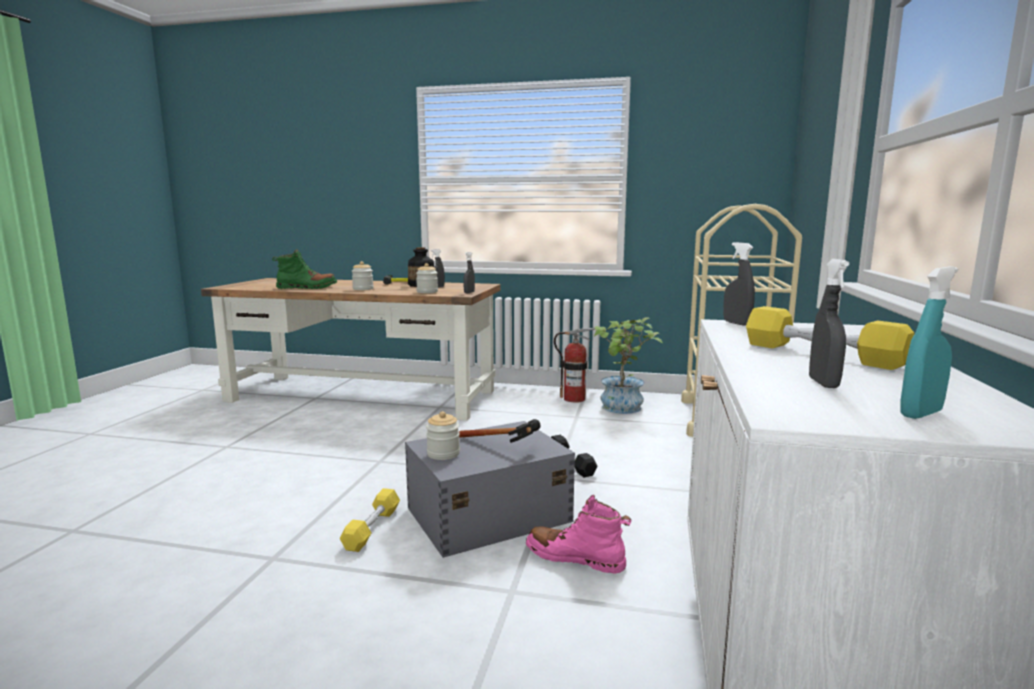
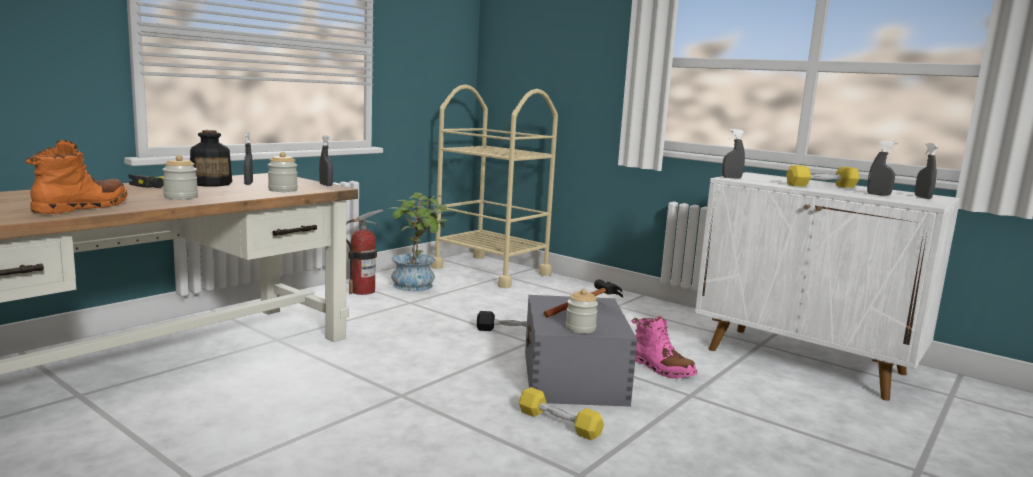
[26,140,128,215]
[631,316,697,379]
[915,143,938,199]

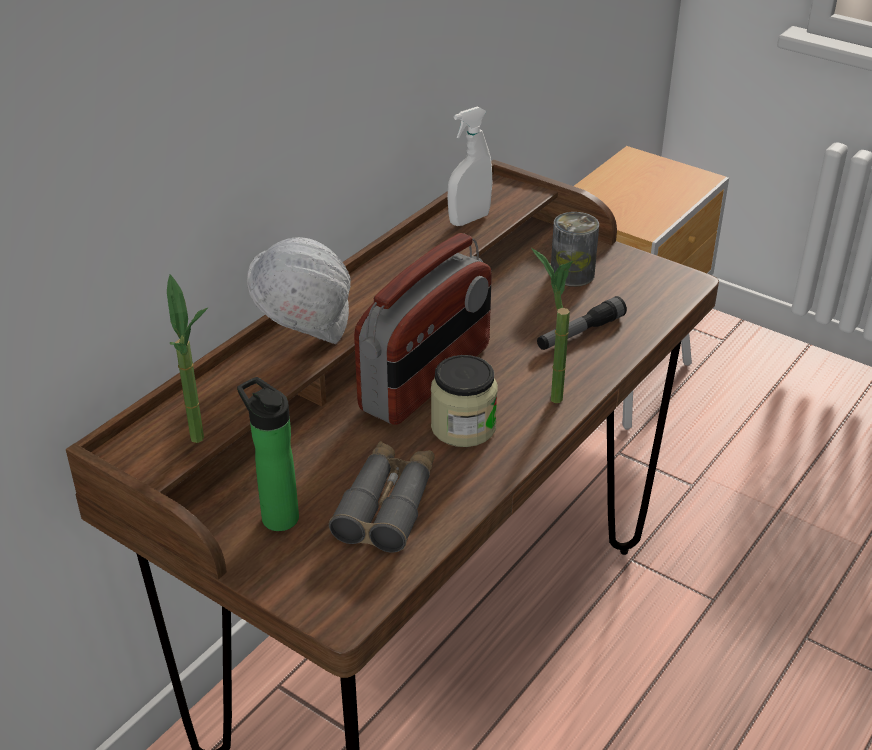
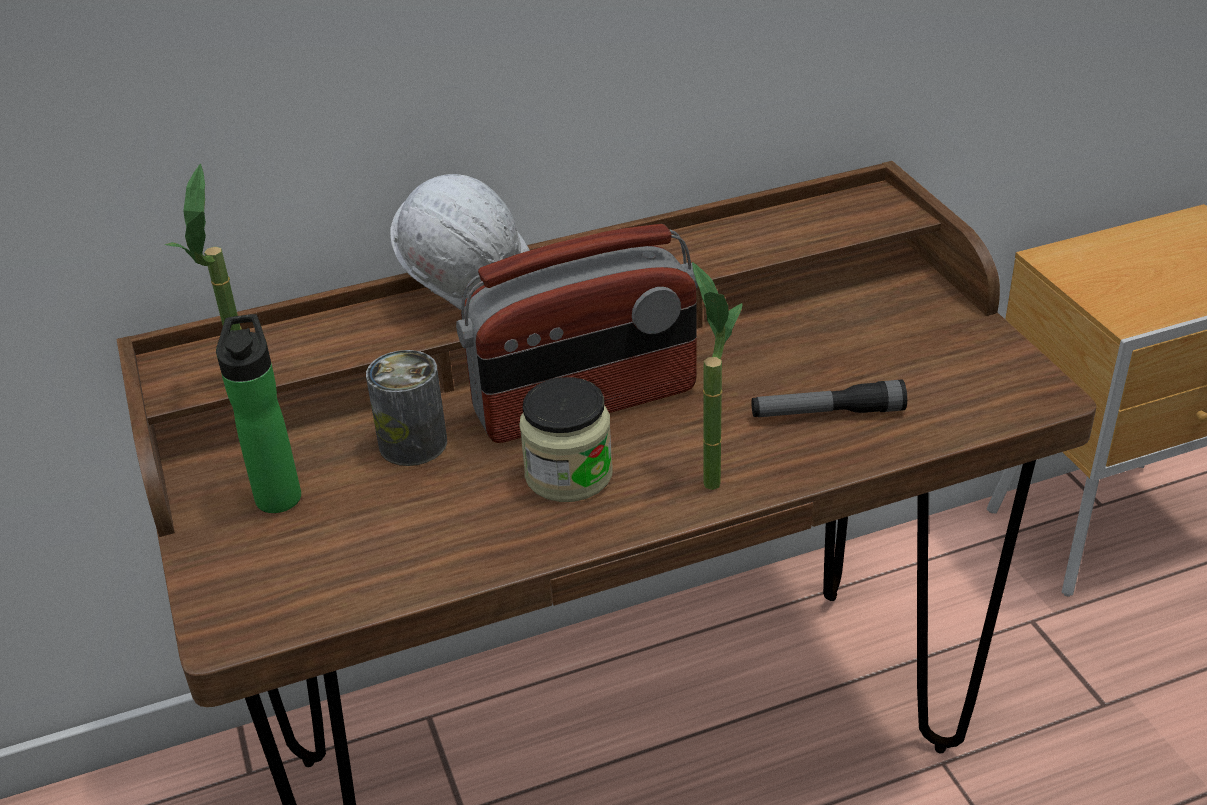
[366,350,447,466]
[329,441,435,553] (first image)
[447,106,492,226] (first image)

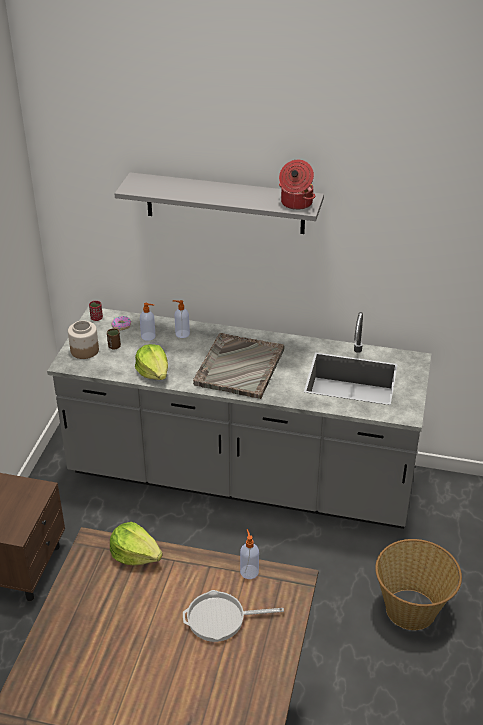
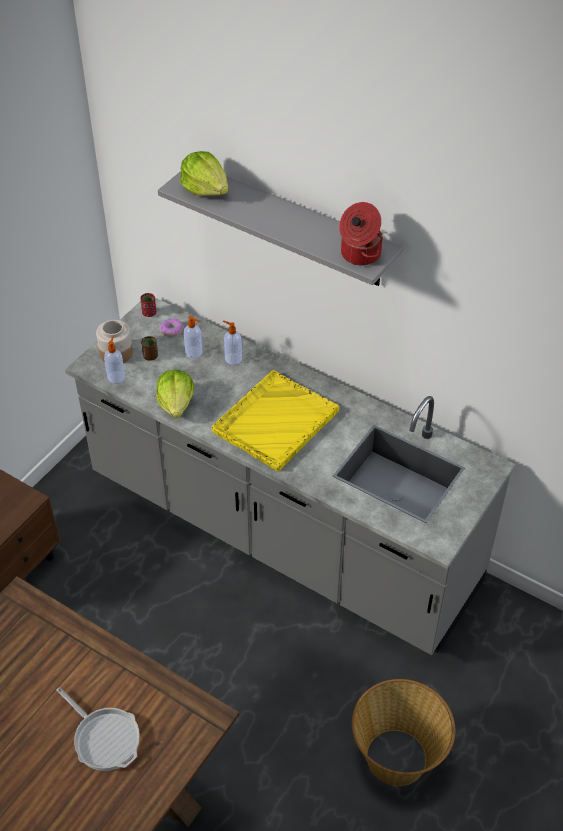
[56,687,140,771]
[104,335,125,383]
[180,151,228,196]
[212,370,339,472]

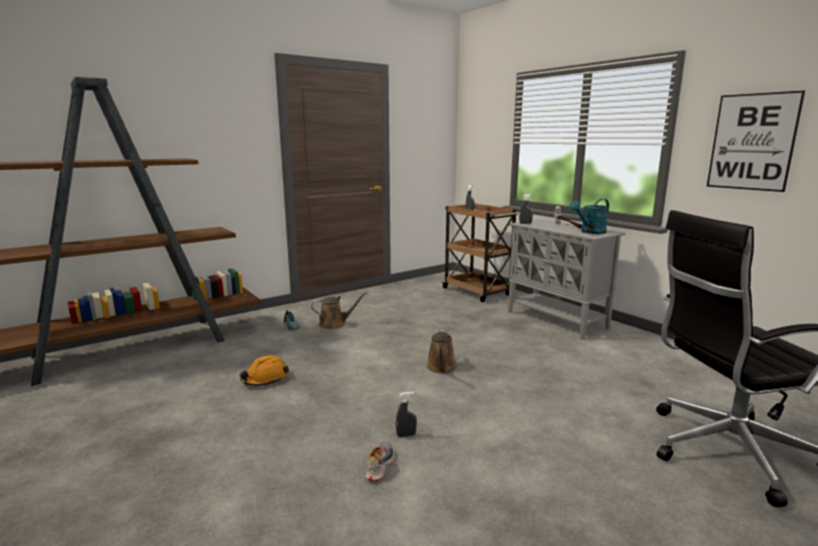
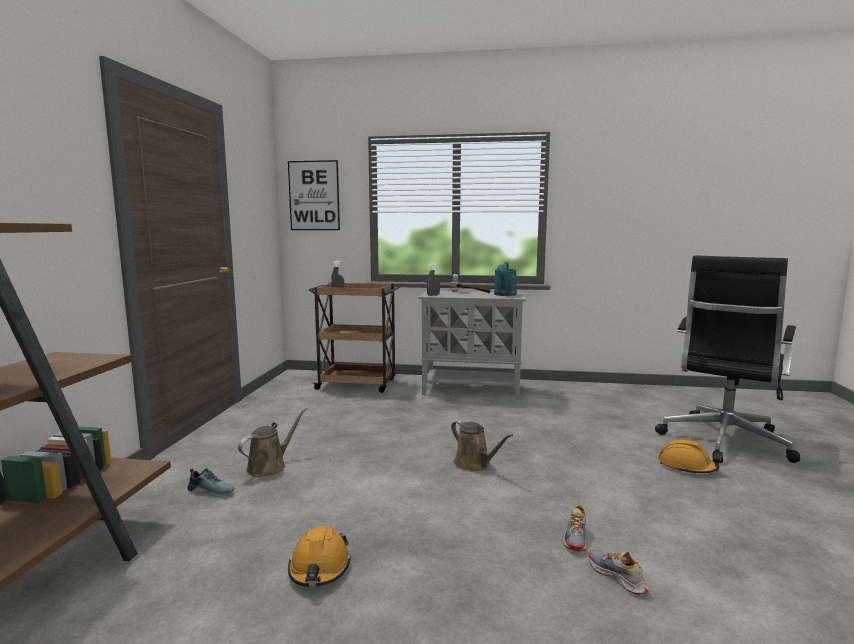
[288,160,340,230]
[563,505,587,551]
[658,440,722,473]

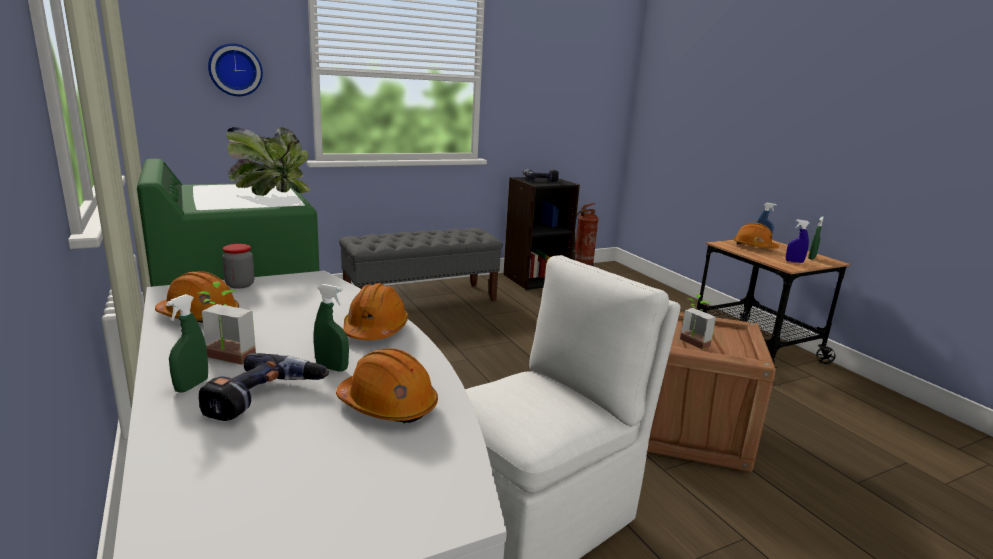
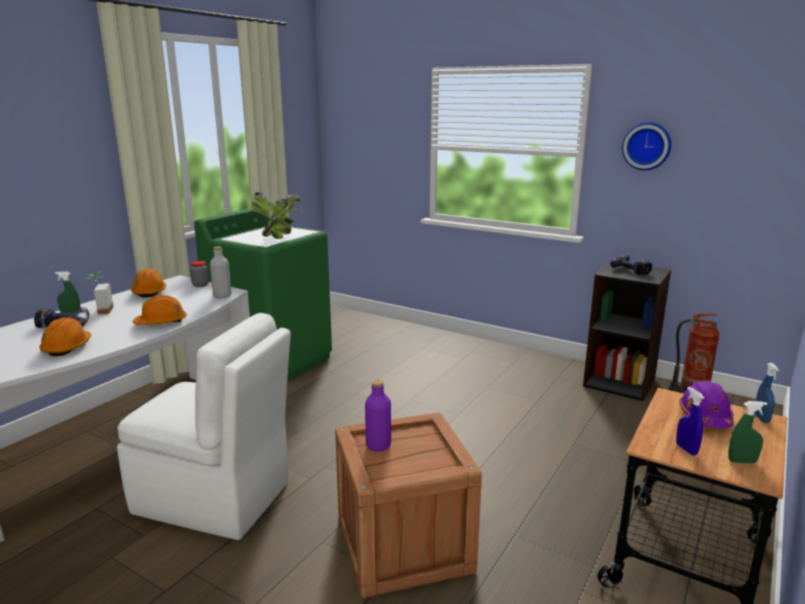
[210,246,232,298]
[365,380,391,452]
[622,122,671,170]
[679,381,734,428]
[314,284,349,371] (first image)
[339,228,503,302] (first image)

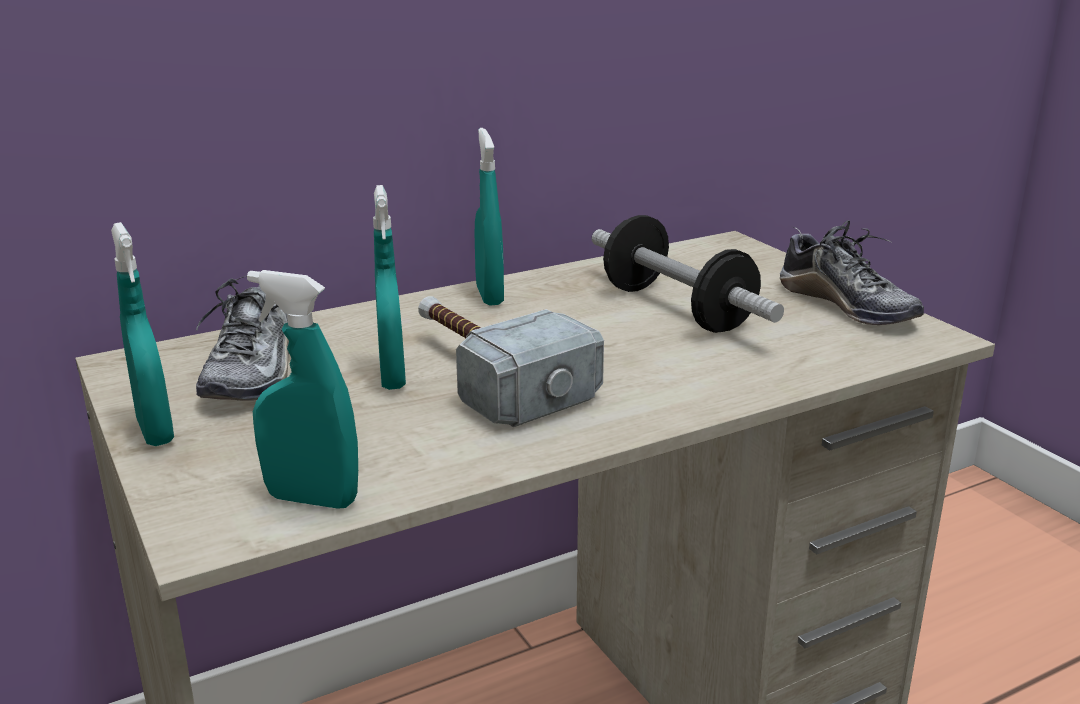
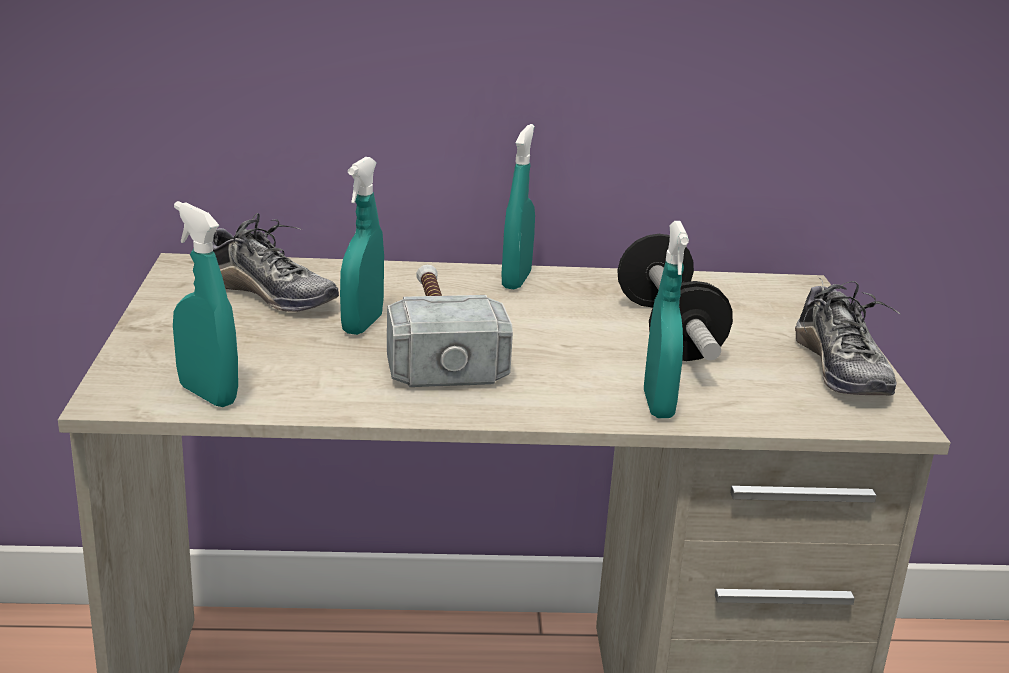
[212,213,339,312]
[644,221,689,418]

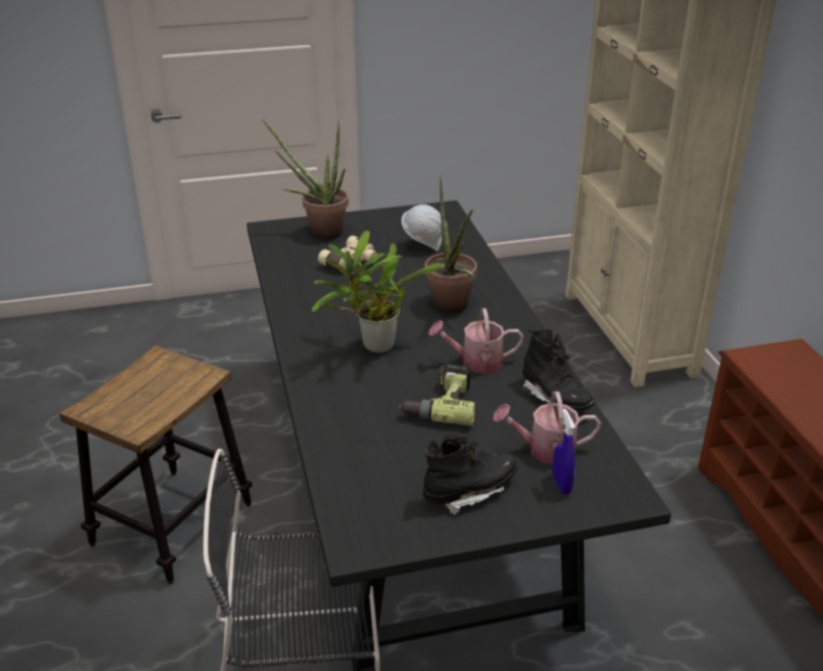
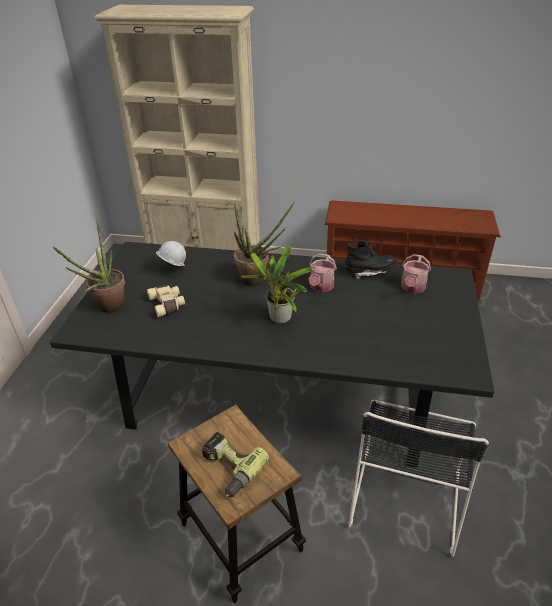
[202,432,269,497]
[423,435,518,515] (first image)
[552,409,575,495] (first image)

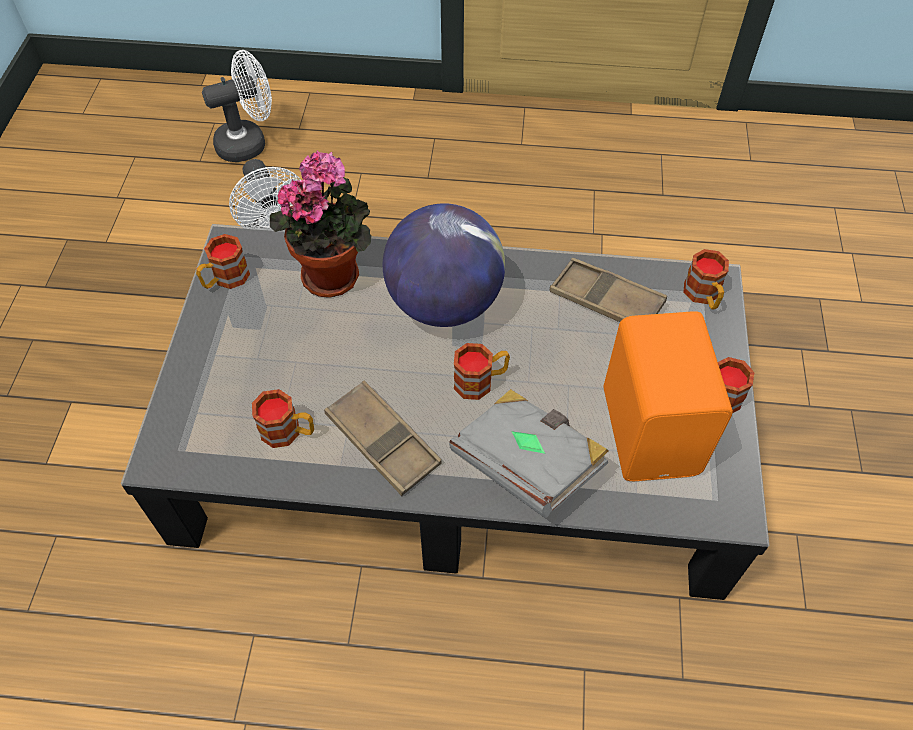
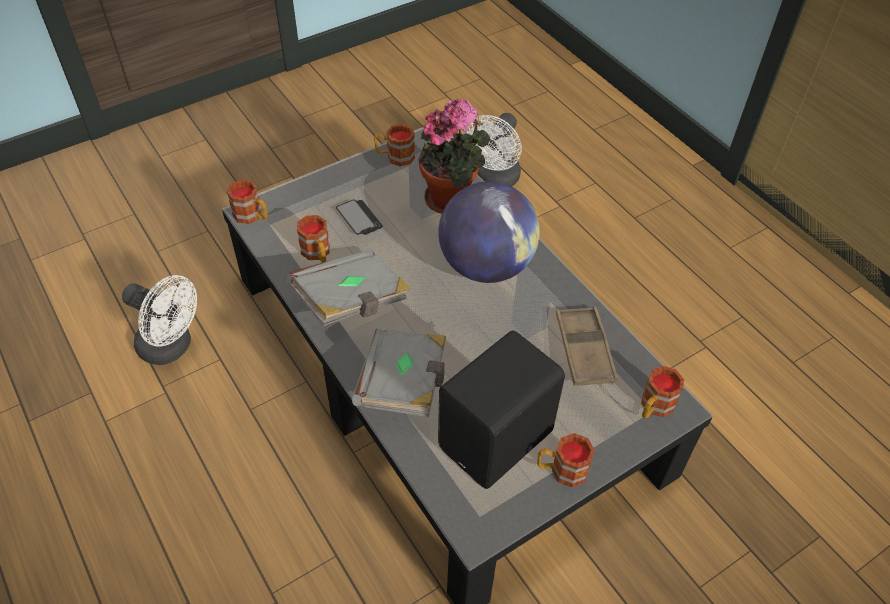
[122,275,197,365]
[227,179,268,224]
[286,249,411,326]
[336,200,383,235]
[438,330,565,489]

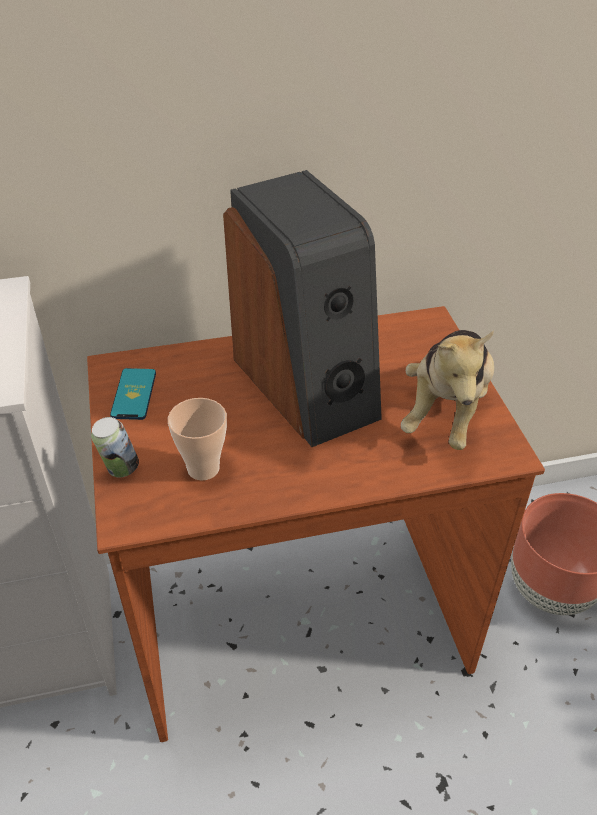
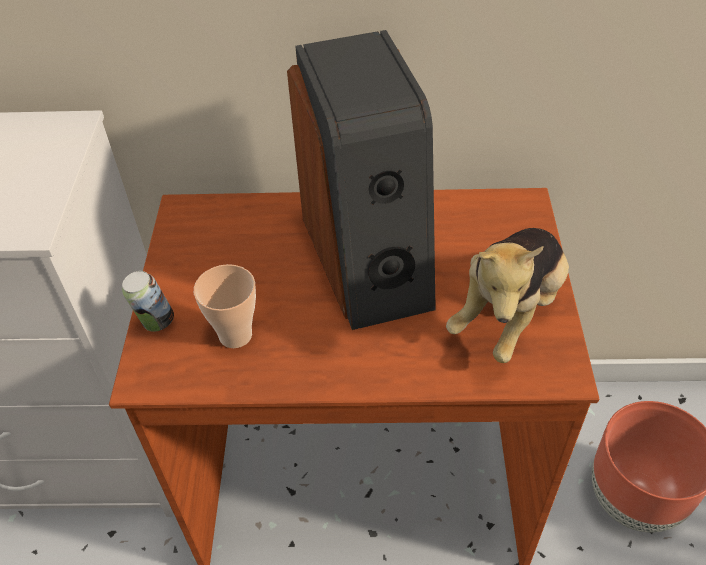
[110,368,156,420] (first image)

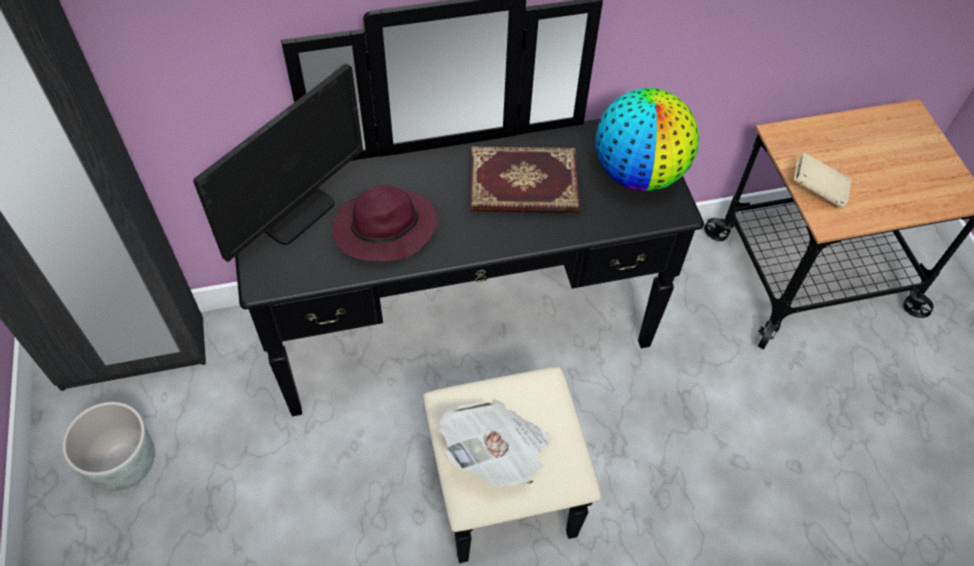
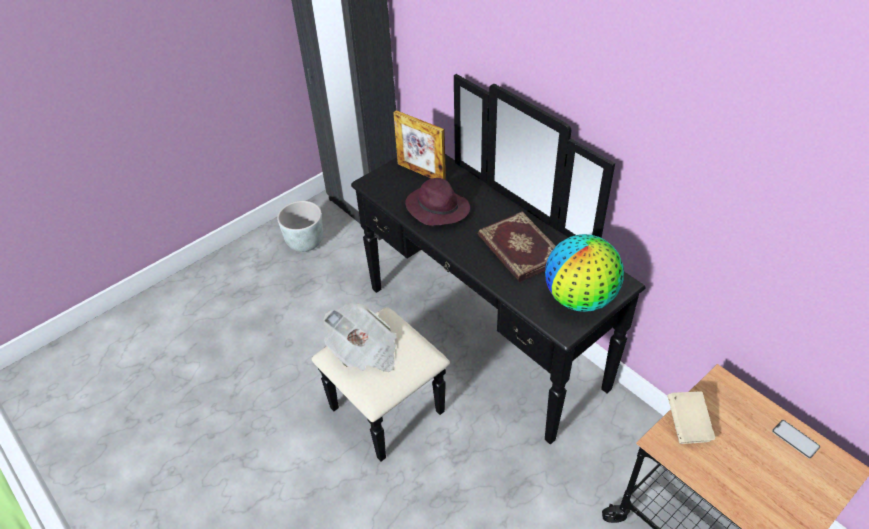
[393,110,446,180]
[772,420,820,458]

